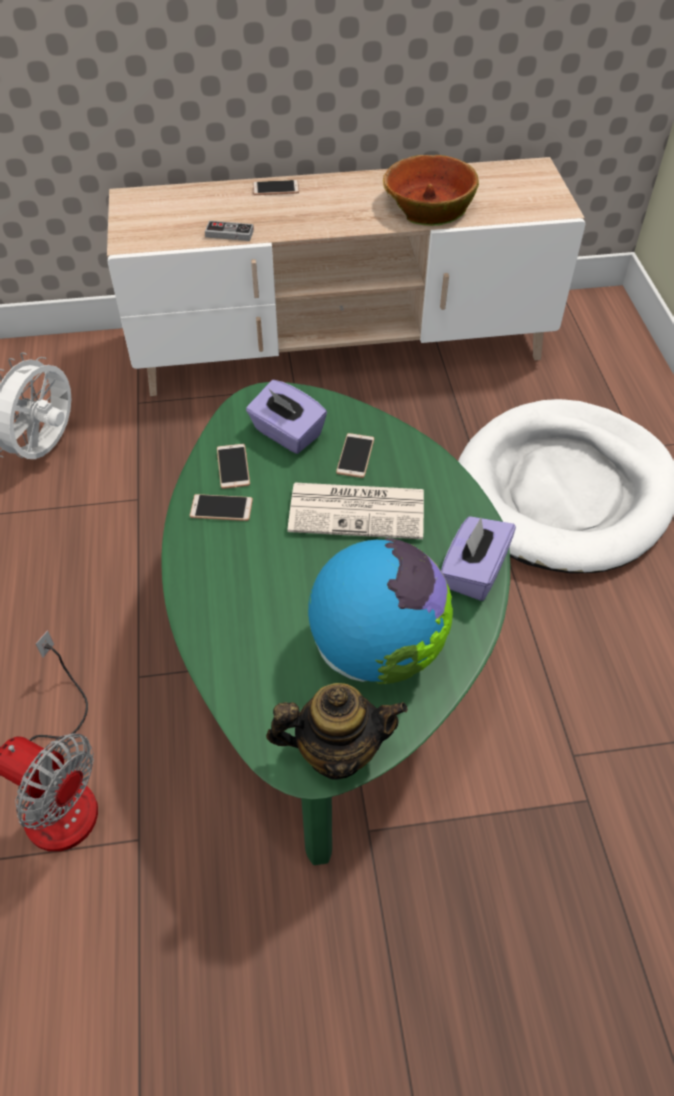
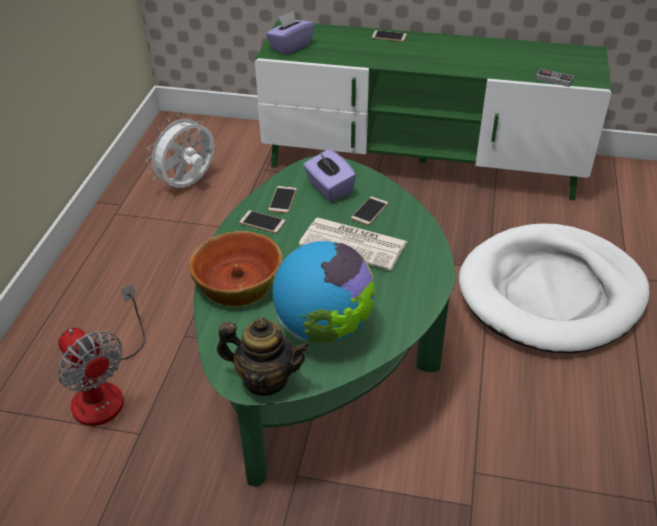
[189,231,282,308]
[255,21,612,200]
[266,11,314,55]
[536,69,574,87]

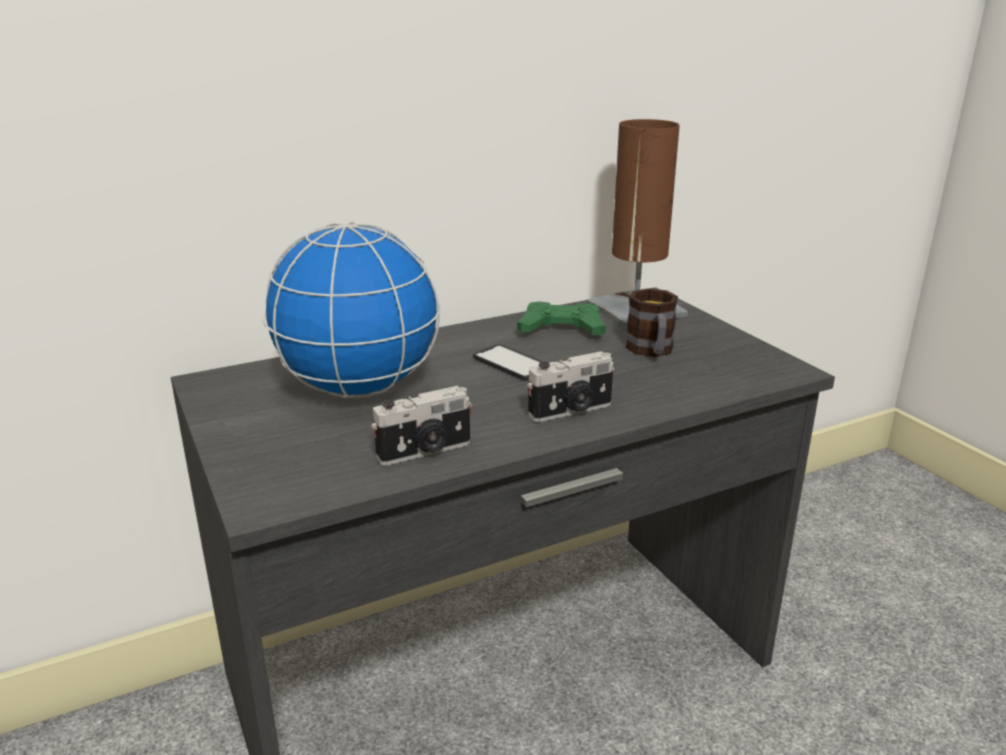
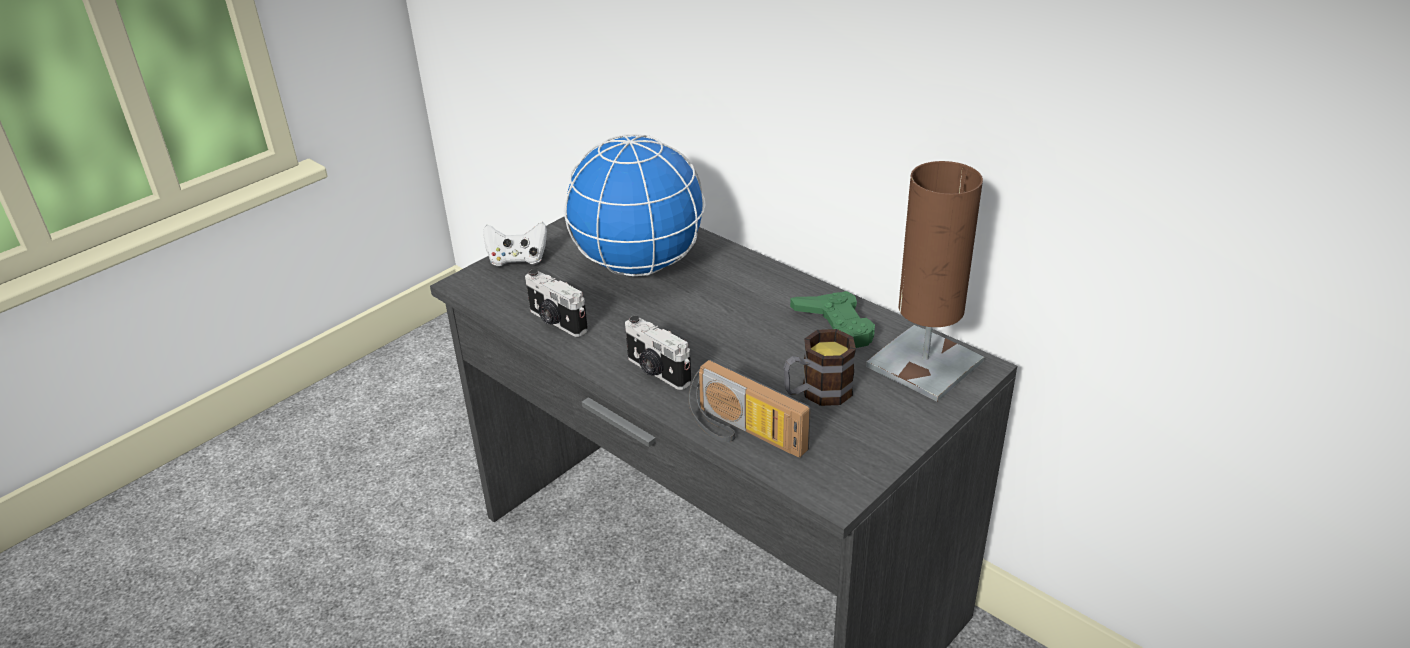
[483,222,547,266]
[688,359,811,457]
[473,344,543,380] (first image)

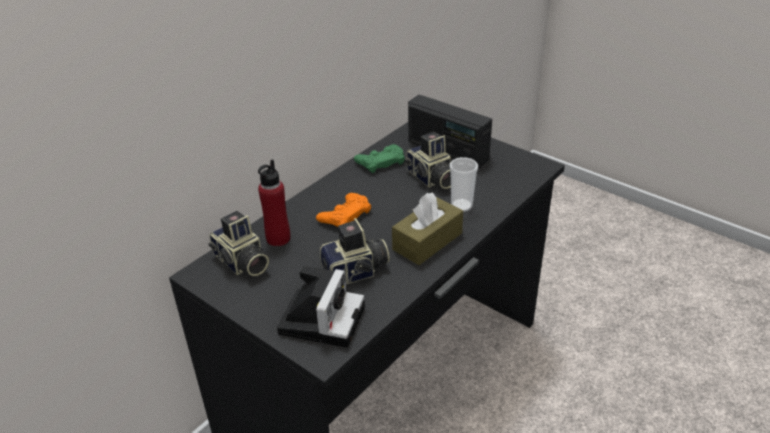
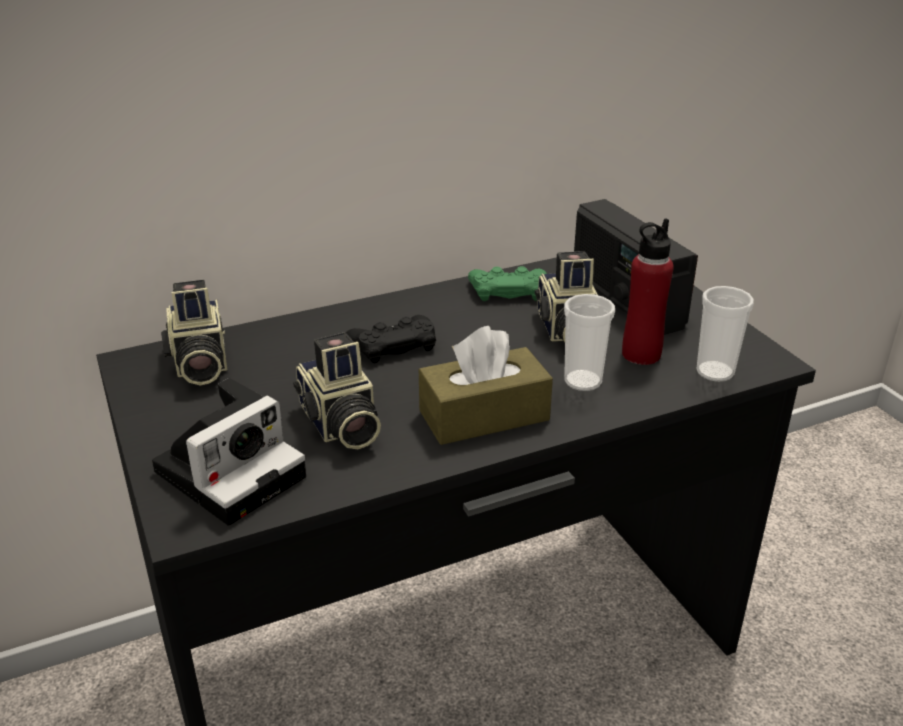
[293,332,381,449]
[346,315,436,363]
[622,218,674,365]
[697,286,754,382]

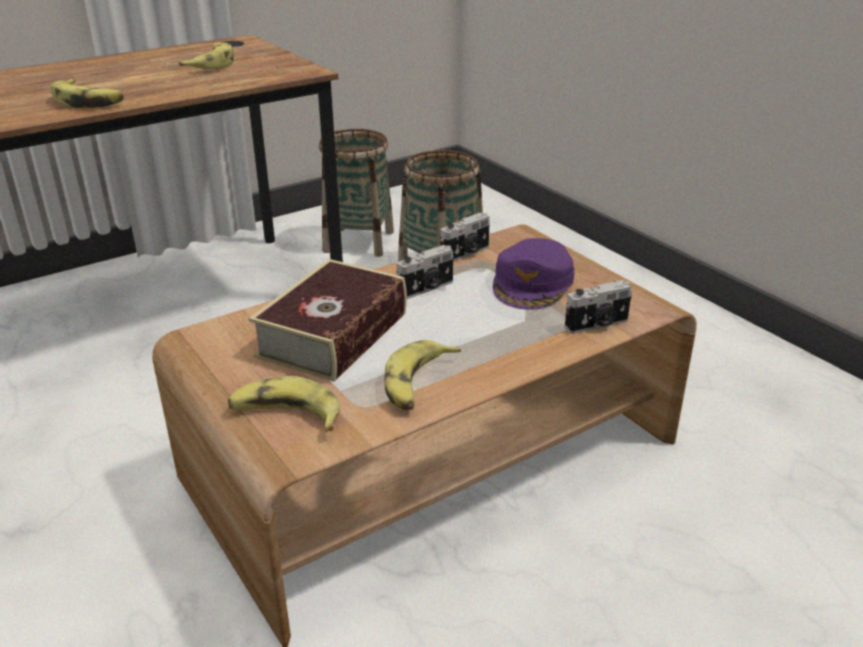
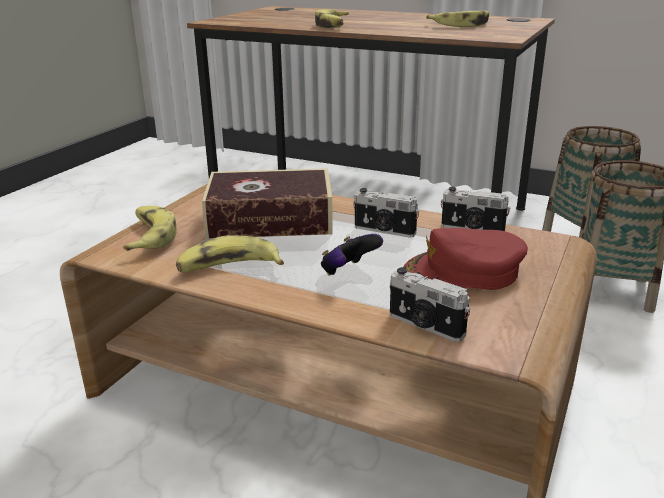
[321,234,383,276]
[403,228,528,290]

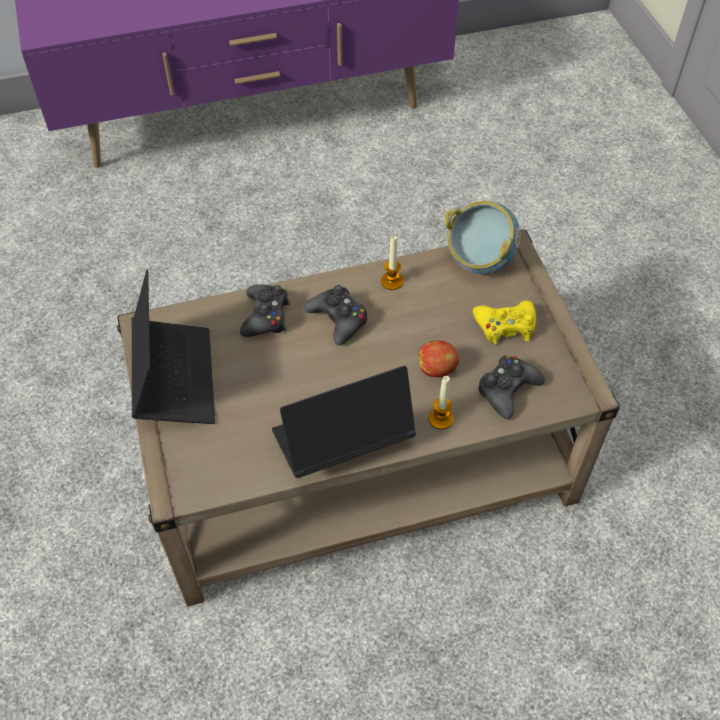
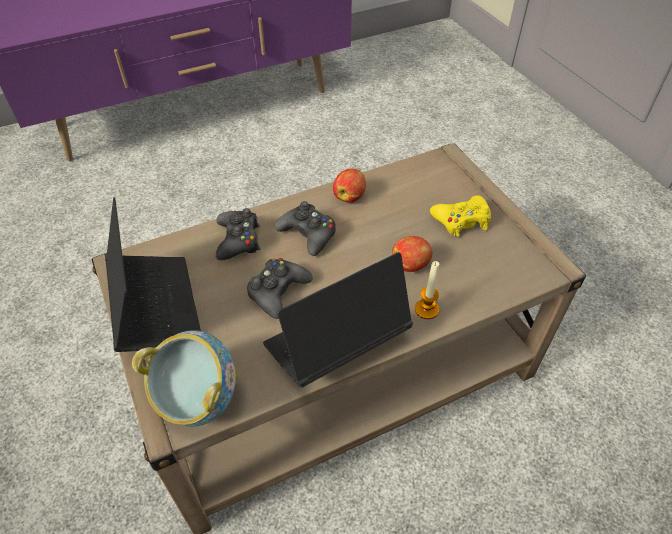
[132,330,238,427]
[247,258,313,319]
[333,169,366,202]

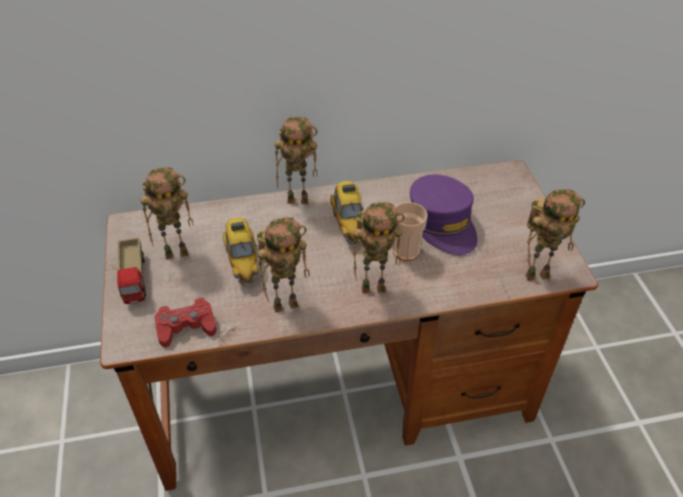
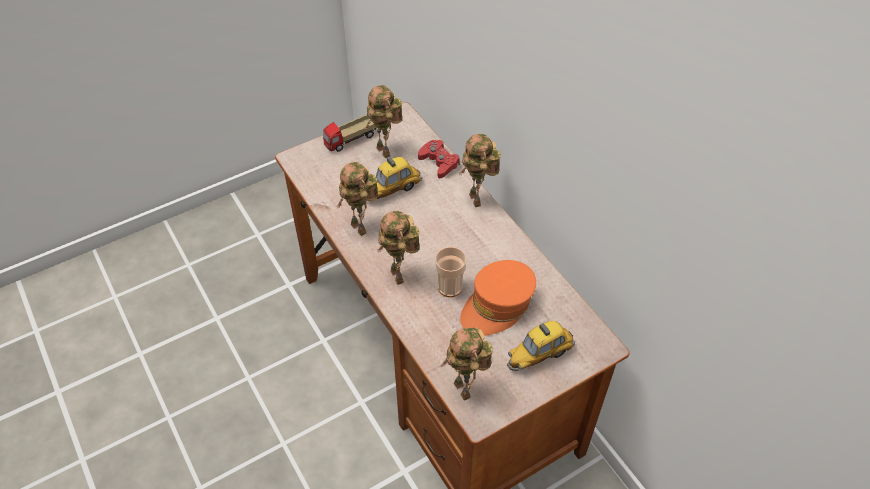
[418,140,460,178]
[460,260,536,336]
[507,321,575,371]

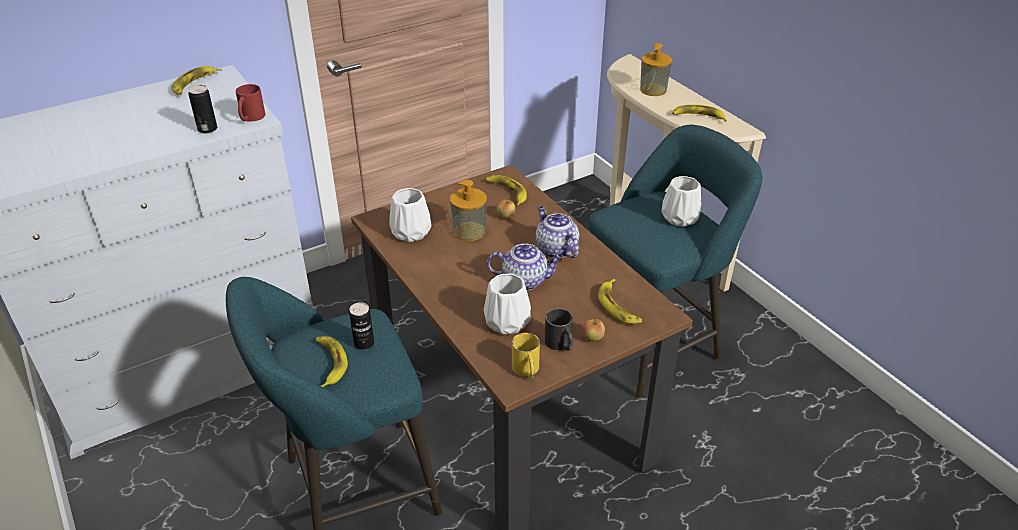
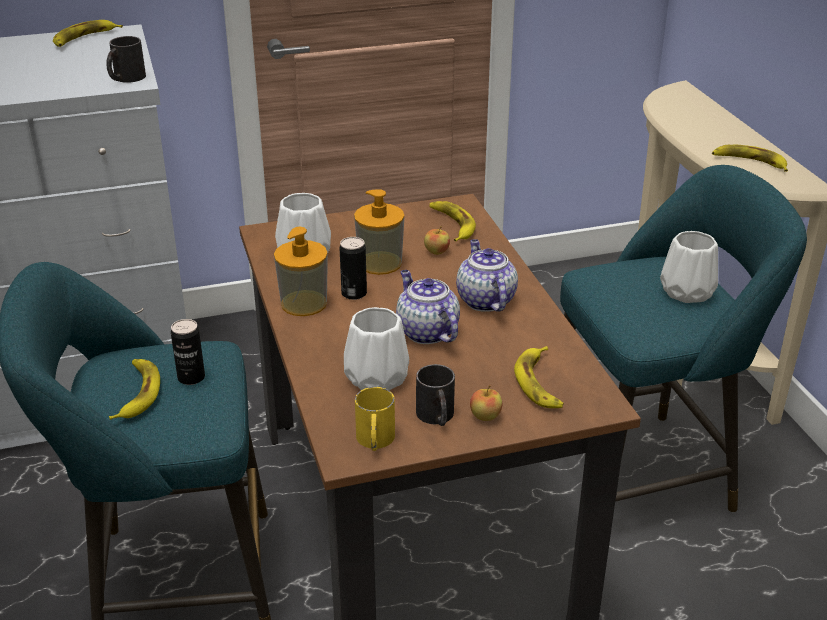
[106,36,146,83]
[274,227,328,316]
[339,237,367,300]
[396,270,460,344]

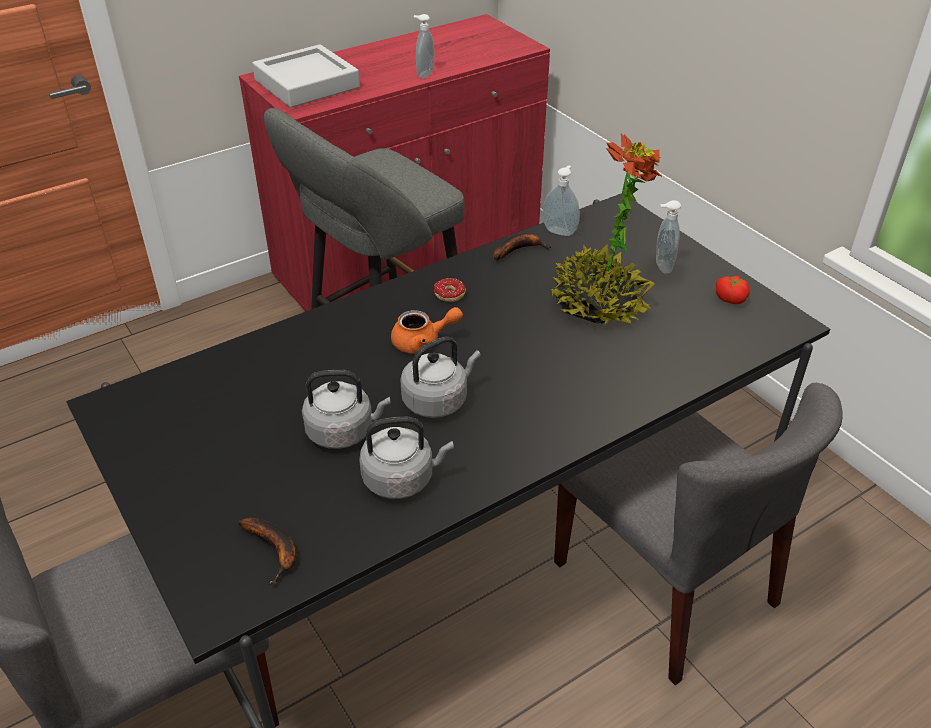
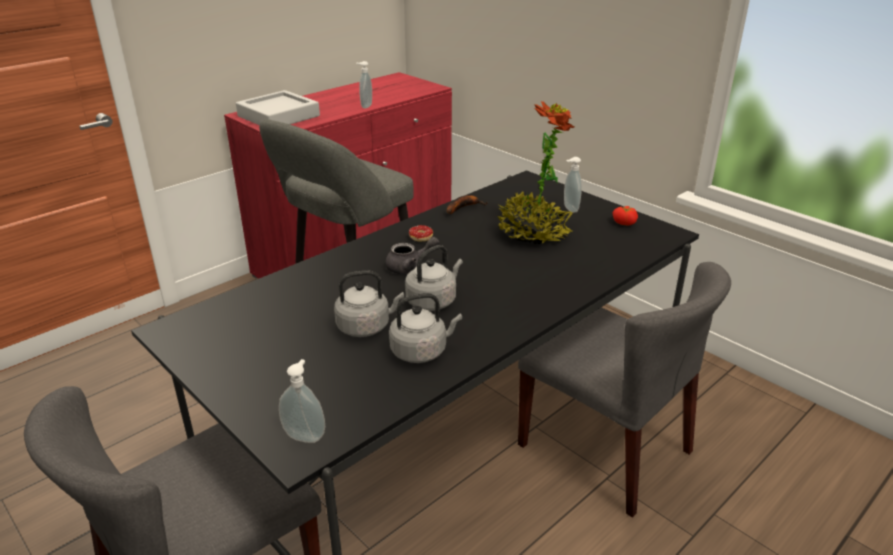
[279,359,325,443]
[385,237,440,274]
[238,518,297,585] (first image)

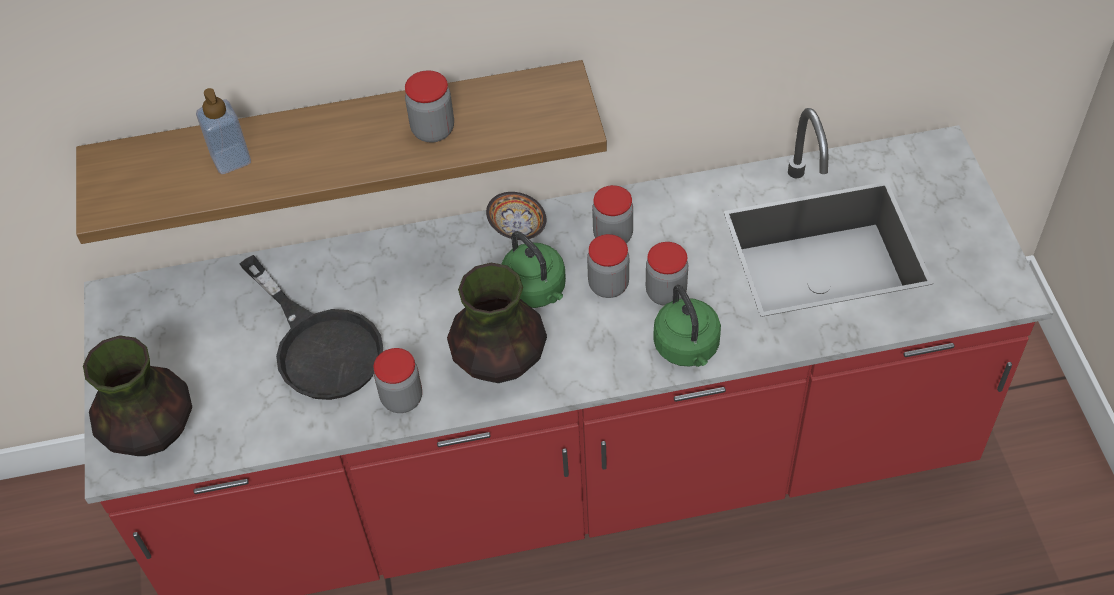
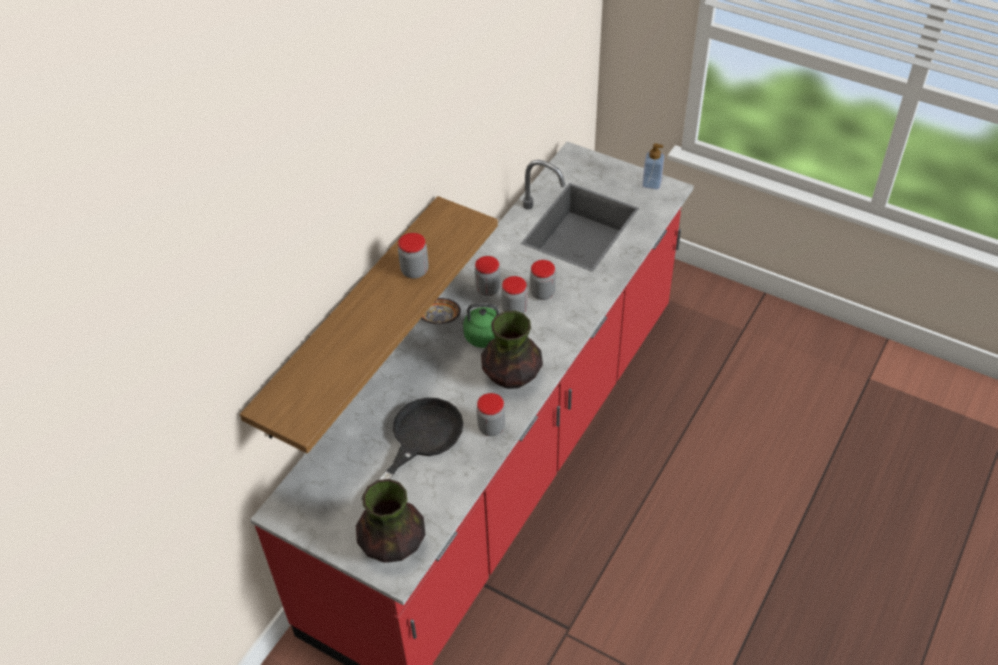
[361,398,463,500]
[642,143,664,190]
[653,285,721,367] (first image)

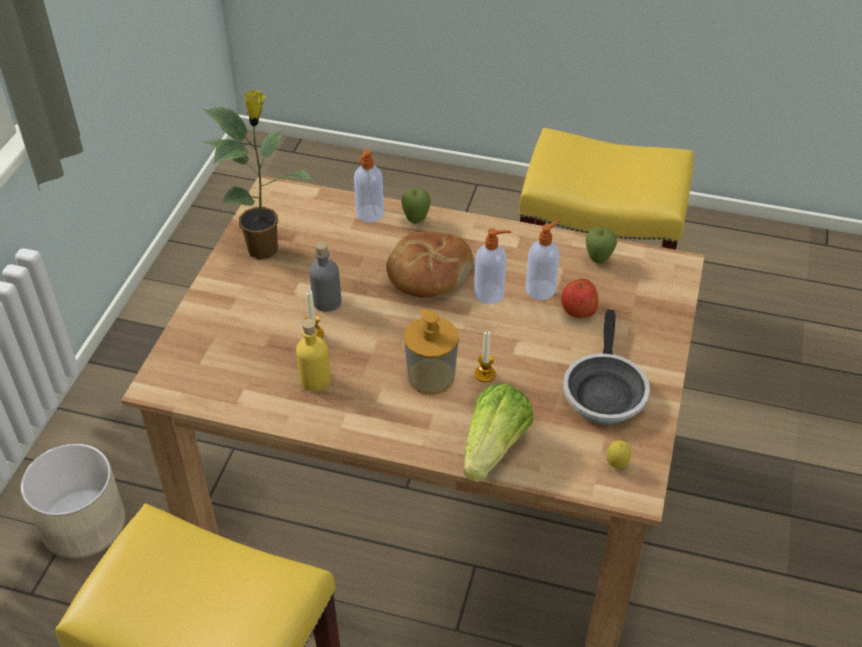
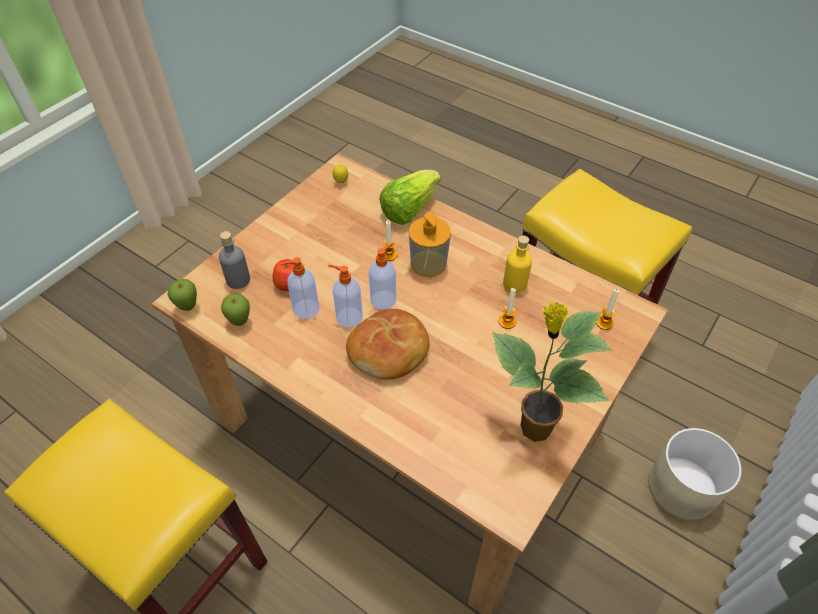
[167,279,197,311]
[219,231,250,289]
[369,243,396,310]
[596,289,619,330]
[563,309,650,424] (first image)

